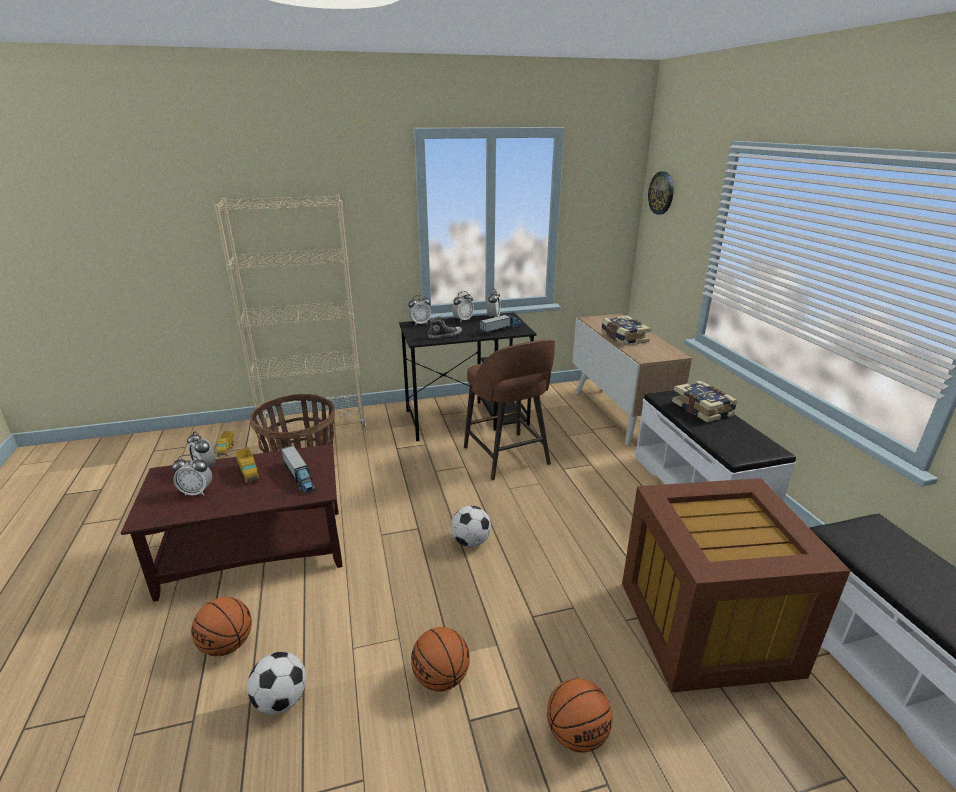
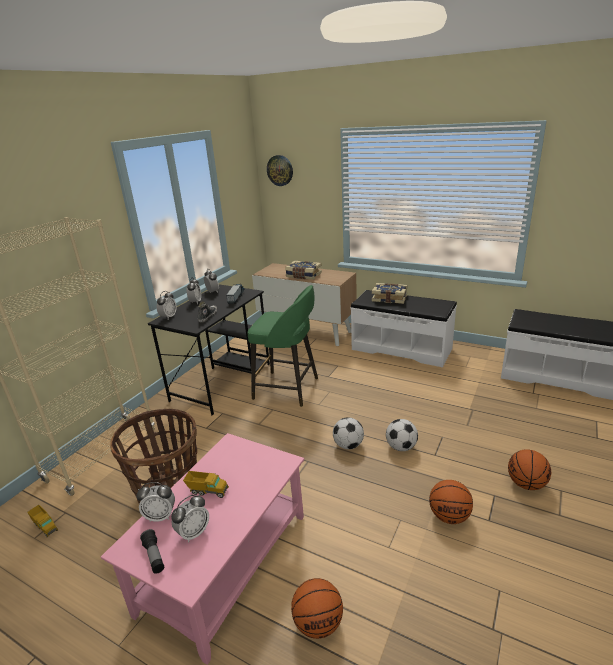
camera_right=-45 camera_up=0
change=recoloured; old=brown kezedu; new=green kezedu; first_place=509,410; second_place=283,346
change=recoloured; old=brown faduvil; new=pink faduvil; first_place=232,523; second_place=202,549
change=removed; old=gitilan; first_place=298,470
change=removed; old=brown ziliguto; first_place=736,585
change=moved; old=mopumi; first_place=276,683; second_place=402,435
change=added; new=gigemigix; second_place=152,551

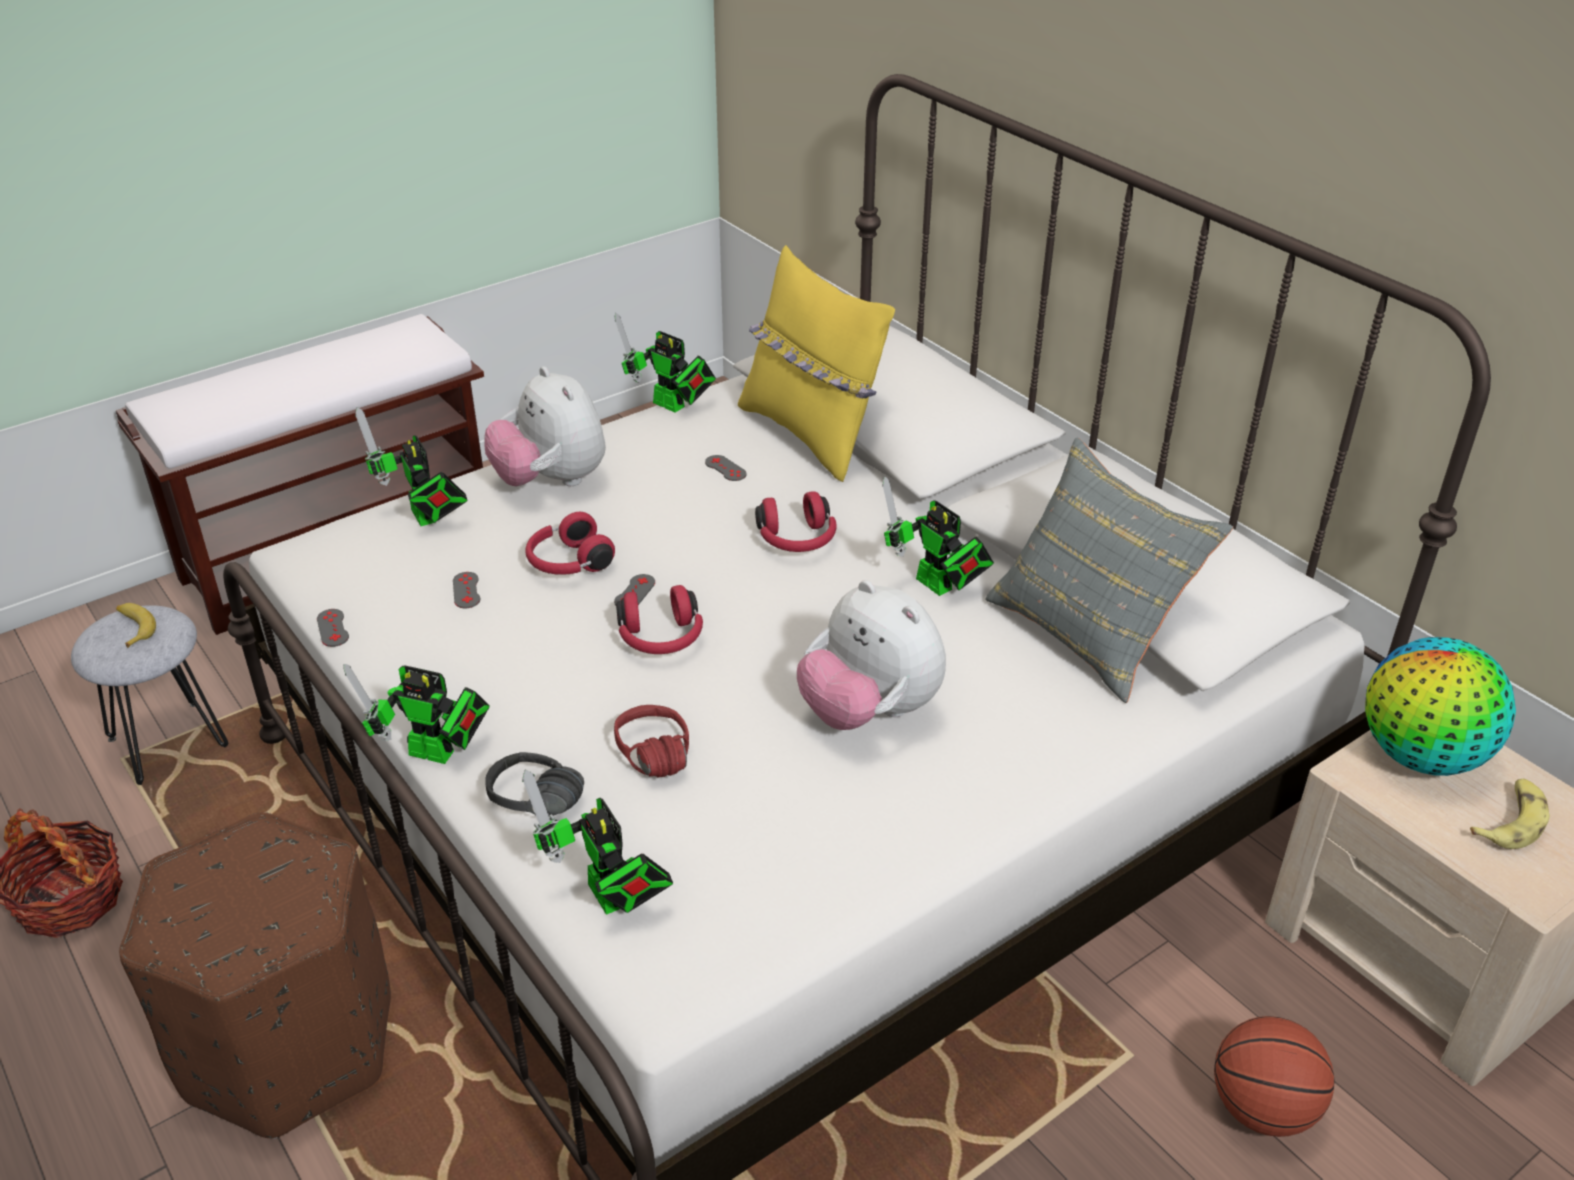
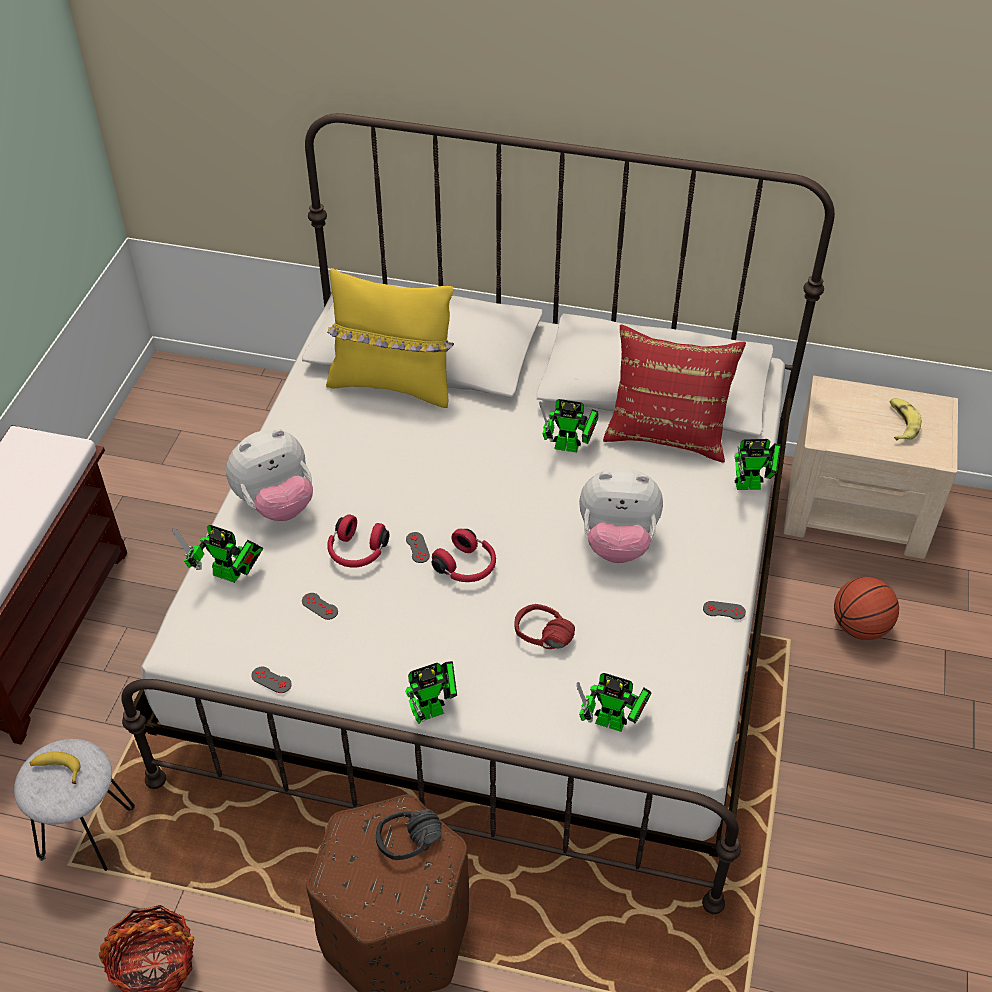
camera_right=-40 camera_up=10
change=moved; old=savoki; first_place=665,362; second_place=757,464
change=turned; old=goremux; first_place=545,426; second_place=269,475; degrees=-45
change=recoloured; old=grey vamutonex; new=red vamutonex; first_place=1109,570; second_place=674,393
change=moved; old=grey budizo; first_place=726,468; second_place=724,610
change=removed; old=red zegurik; first_place=796,521
change=removed; old=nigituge; first_place=1440,706
change=moved; old=black zegurik; first_place=534,784; second_place=409,835

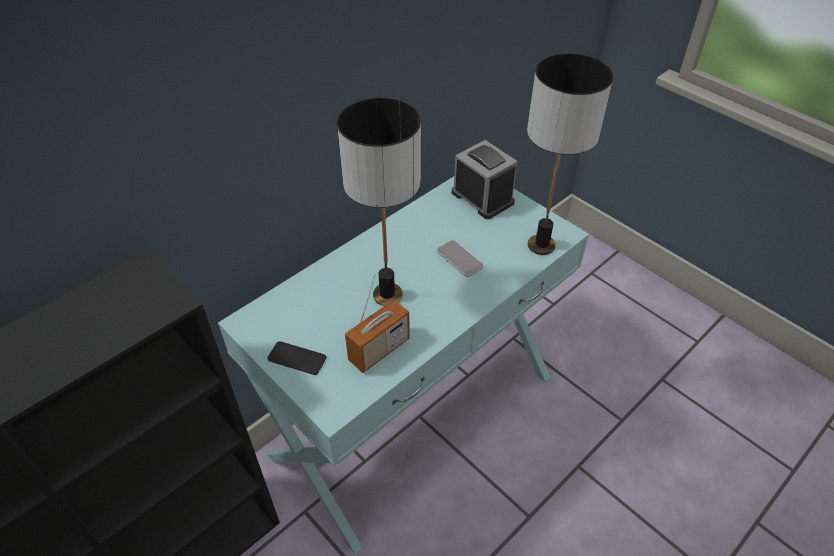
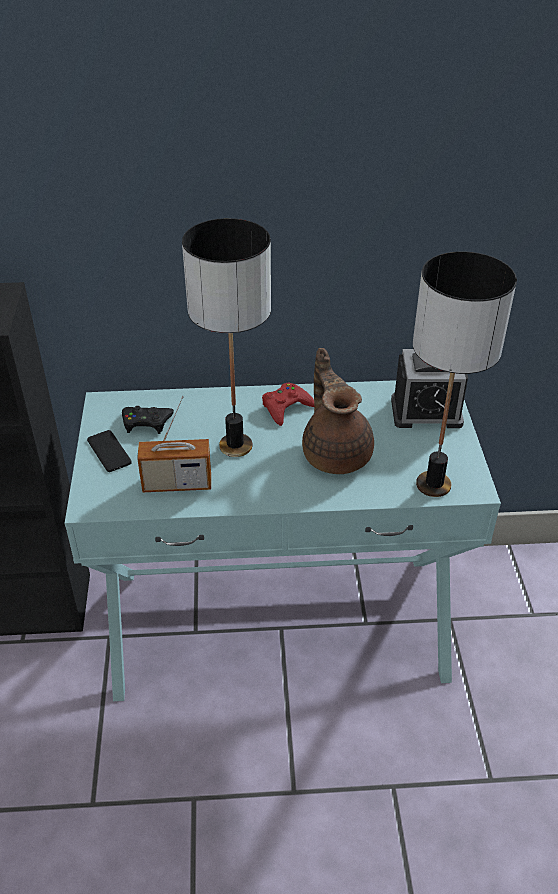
camera_right=40 camera_up=-5
change=turned; old=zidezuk; first_place=485,179; second_place=429,388; degrees=90
change=replaced; old=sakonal; new=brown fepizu; first_place=460,258; second_place=338,411
change=added; new=red budizo; second_place=288,404
change=added; new=black budizo; second_place=148,420

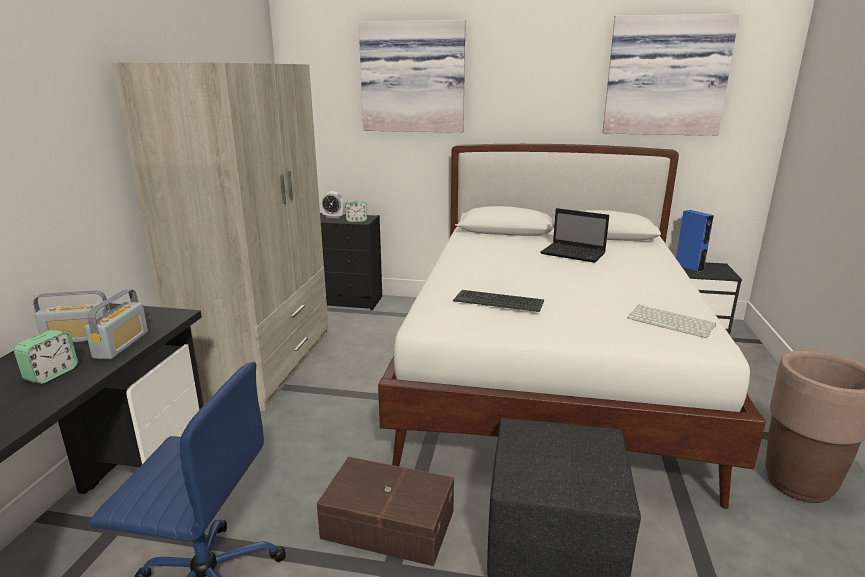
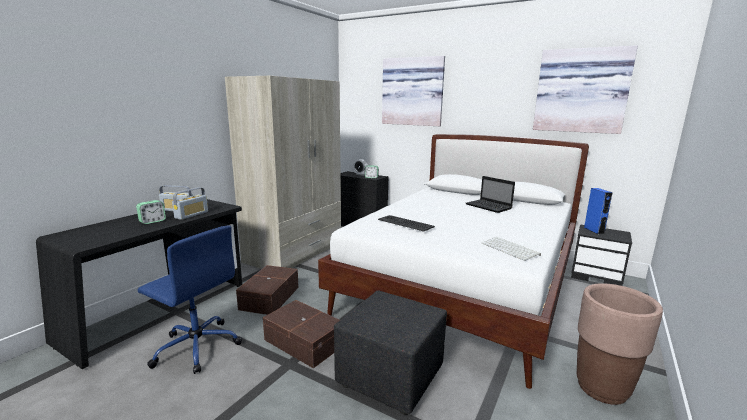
camera_right=20 camera_up=-5
change=added; new=brown ziliguto; second_place=267,290

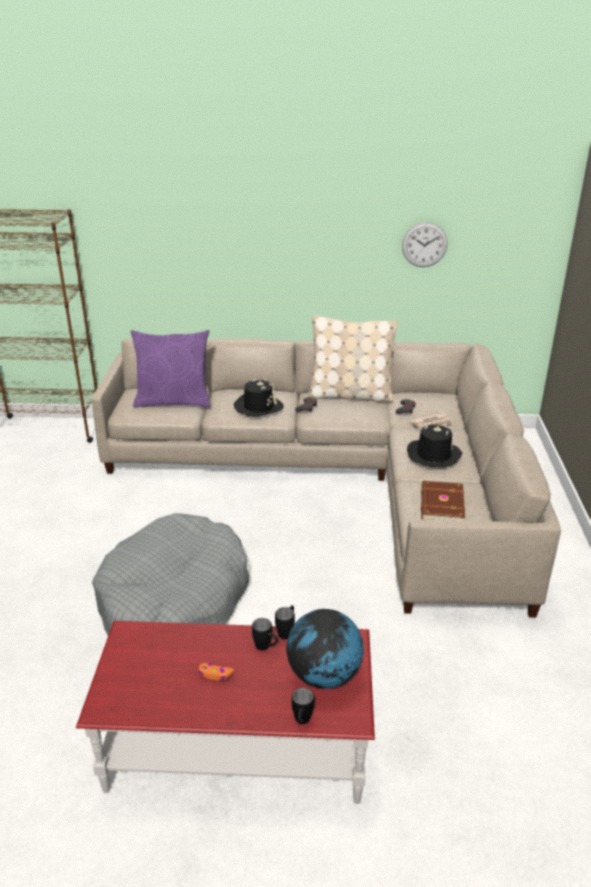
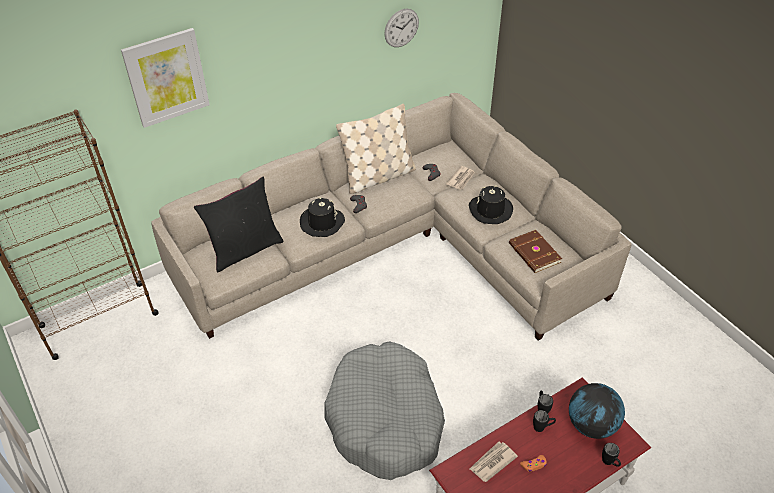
camera_right=-35 camera_up=15
change=recoloured; old=purple vamutonex; new=black vamutonex; first_place=170,369; second_place=239,224
change=added; new=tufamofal; second_place=165,78
change=added; new=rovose; second_place=494,462

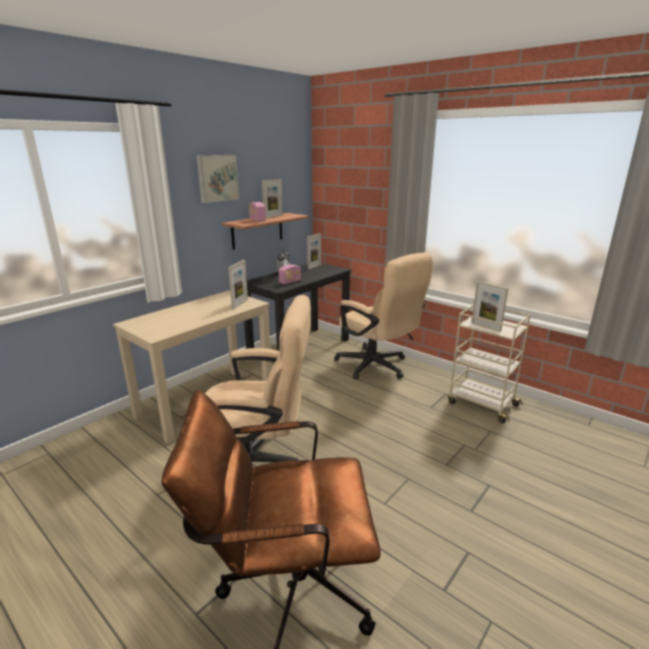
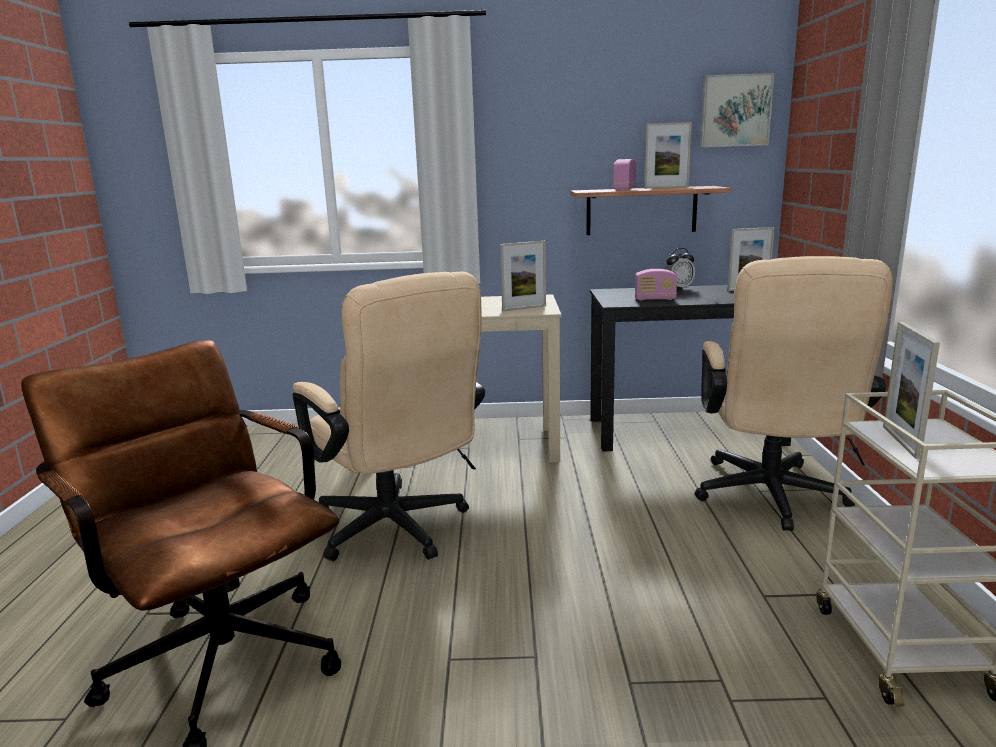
camera_right=50 camera_up=-5
change=moved; old=tufamofal; first_place=217,179; second_place=736,110

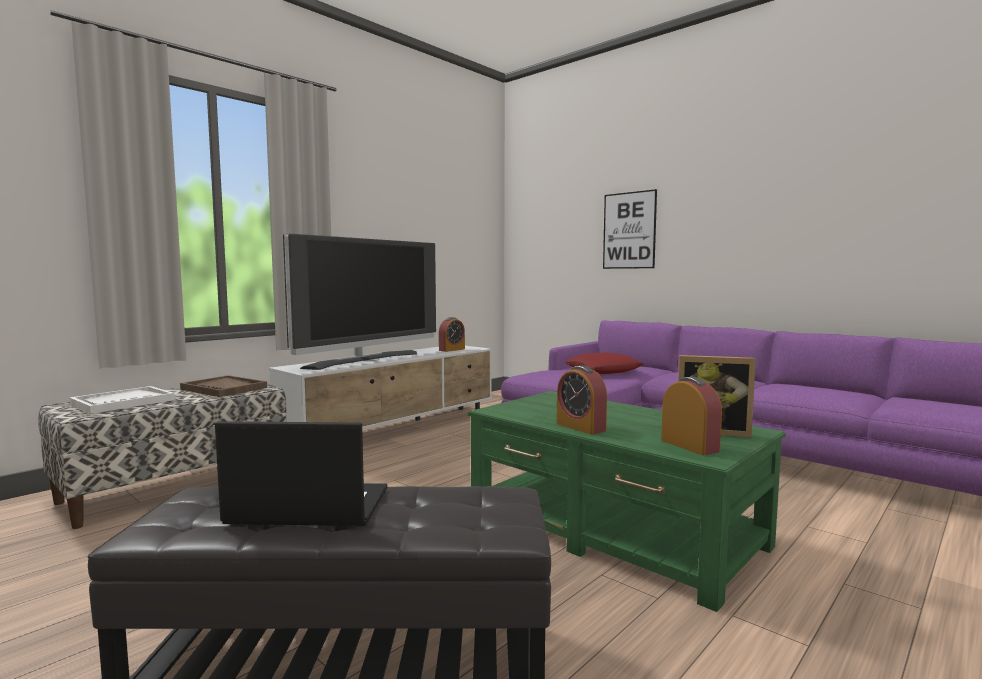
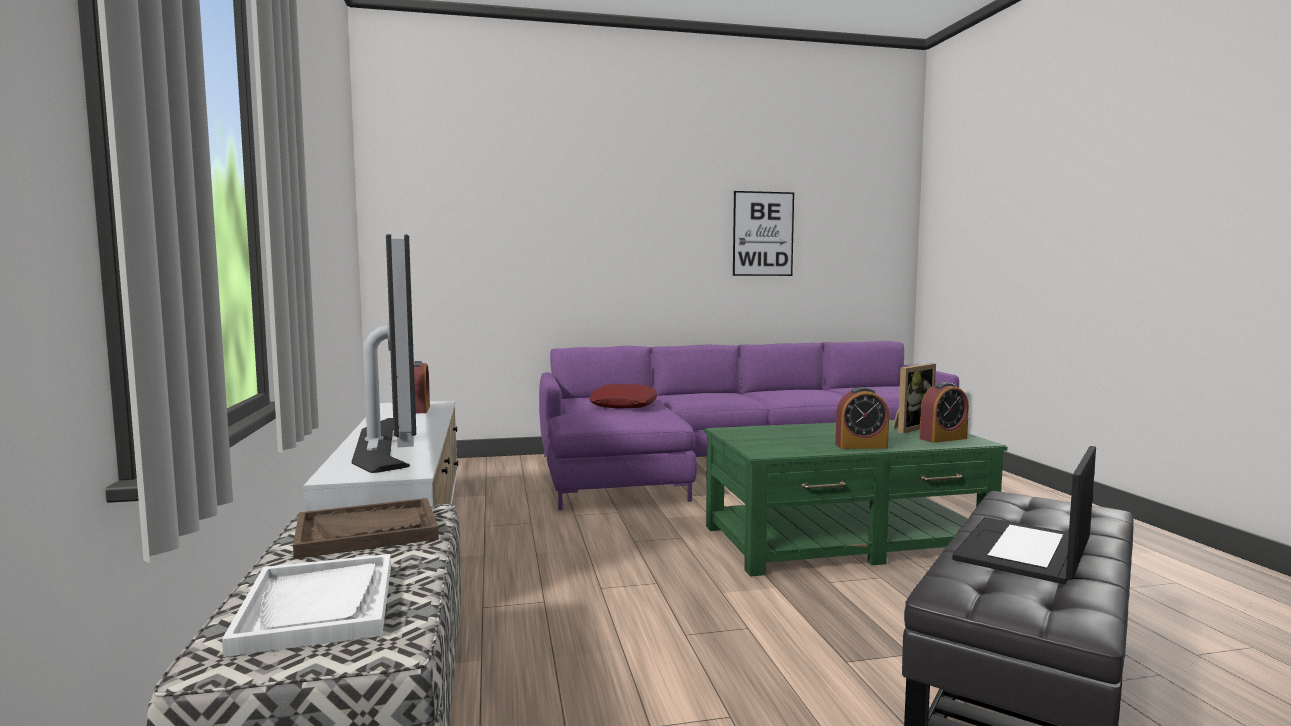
camera_right=-55 camera_up=0
change=moved; old=tufamofal; first_place=630,229; second_place=763,233
change=turned; old=zidezuk; first_place=691,416; second_place=944,412; degrees=150

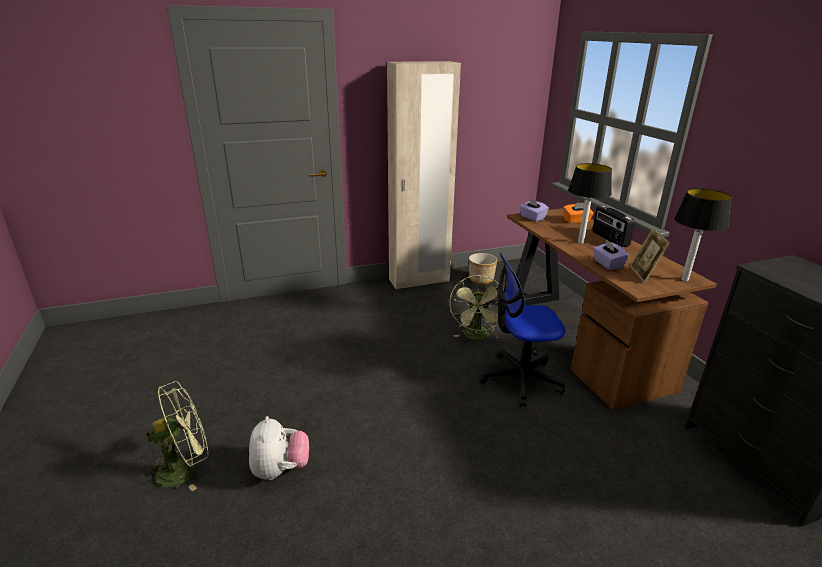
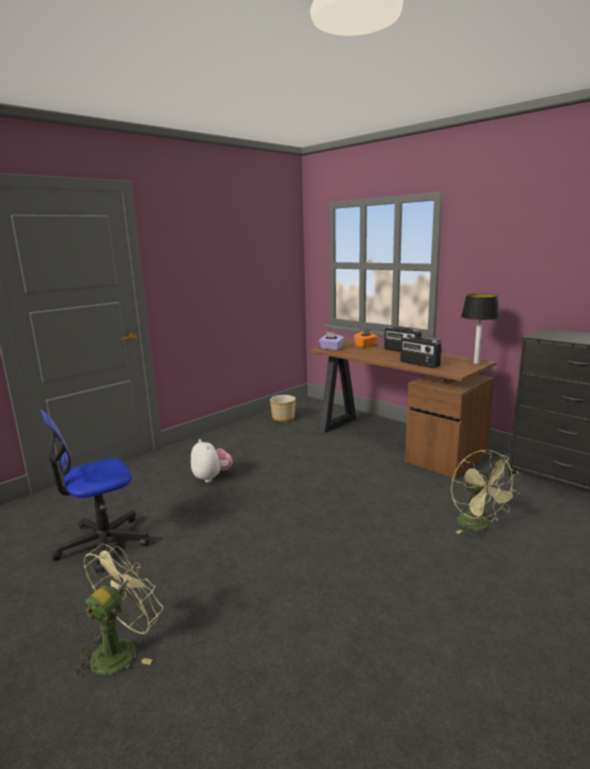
camera_right=-25 camera_up=-10
change=removed; old=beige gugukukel; first_place=424,175
change=removed; old=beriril; first_place=590,203
change=removed; old=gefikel; first_place=650,255
change=replaced; old=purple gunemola; new=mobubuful; first_place=611,255; second_place=420,352
change=moved; old=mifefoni; first_place=522,330; second_place=94,491
change=moved; old=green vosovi; first_place=476,307; second_place=485,492
change=moved; old=goremux; first_place=279,448; second_place=212,461

